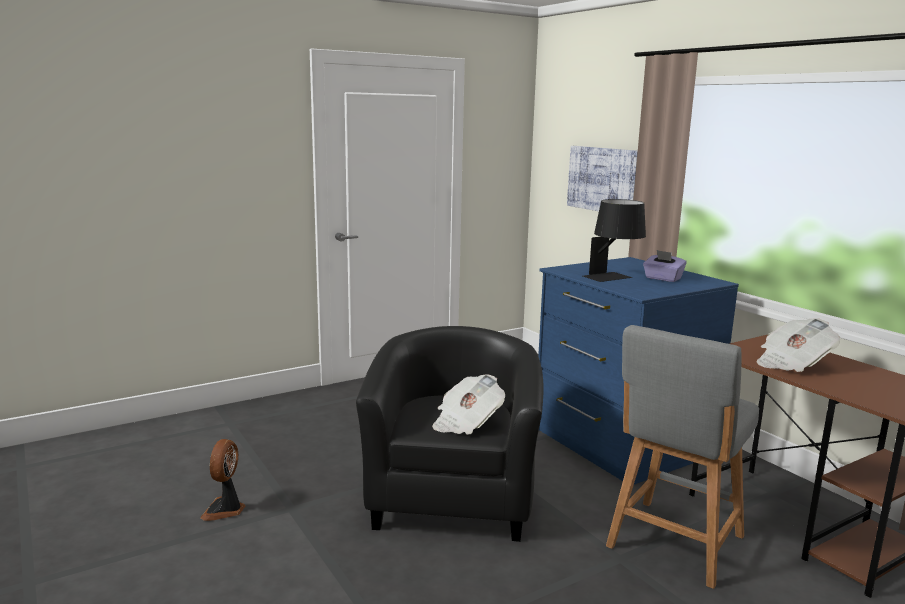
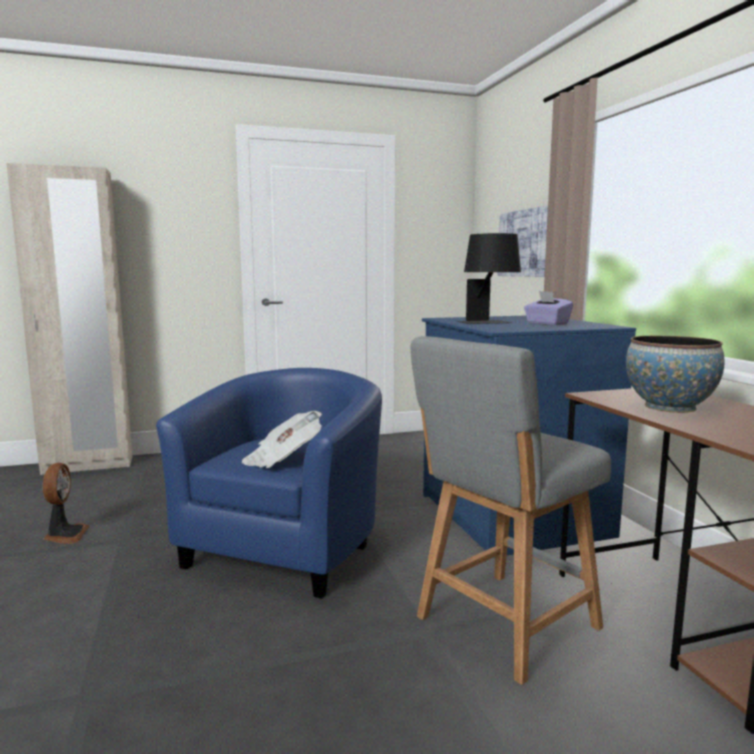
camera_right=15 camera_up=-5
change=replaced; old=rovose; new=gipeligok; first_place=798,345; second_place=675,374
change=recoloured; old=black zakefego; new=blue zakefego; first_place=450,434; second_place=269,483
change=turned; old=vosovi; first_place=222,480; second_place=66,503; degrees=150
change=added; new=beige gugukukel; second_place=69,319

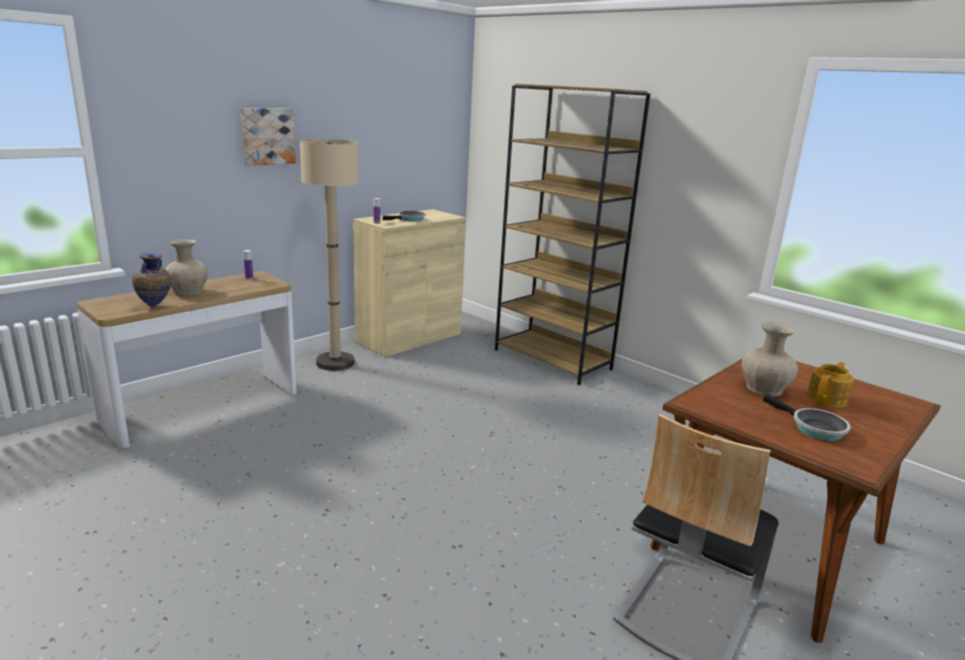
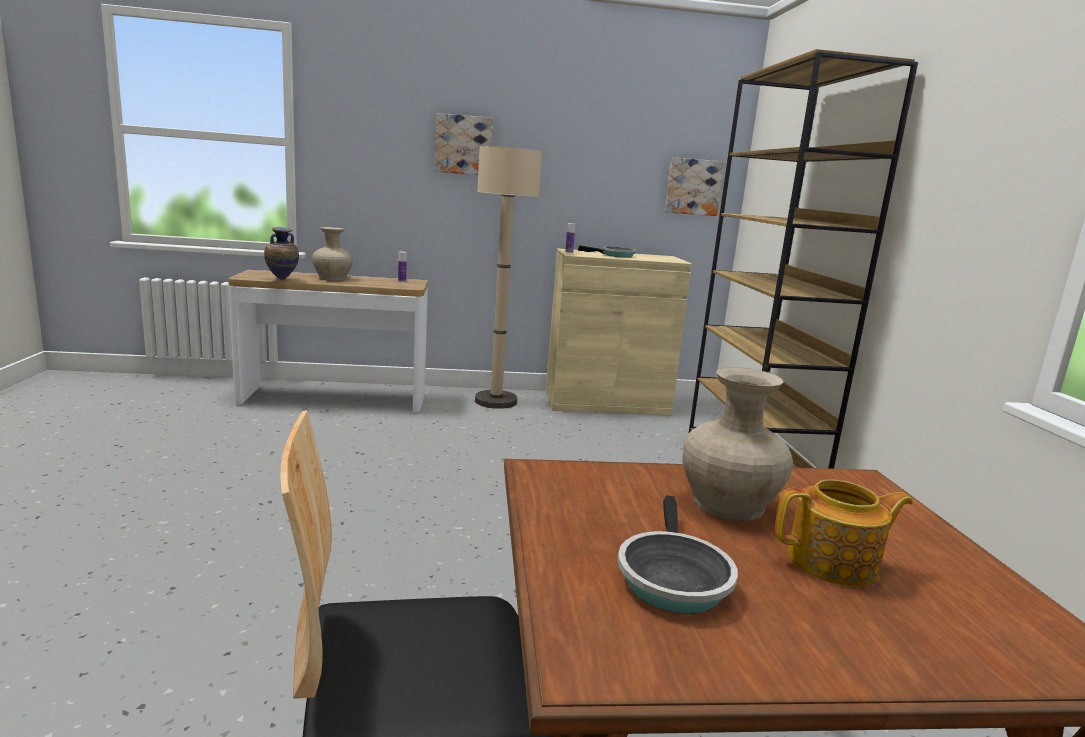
camera_right=40 camera_up=-5
change=added; new=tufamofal; second_place=694,186

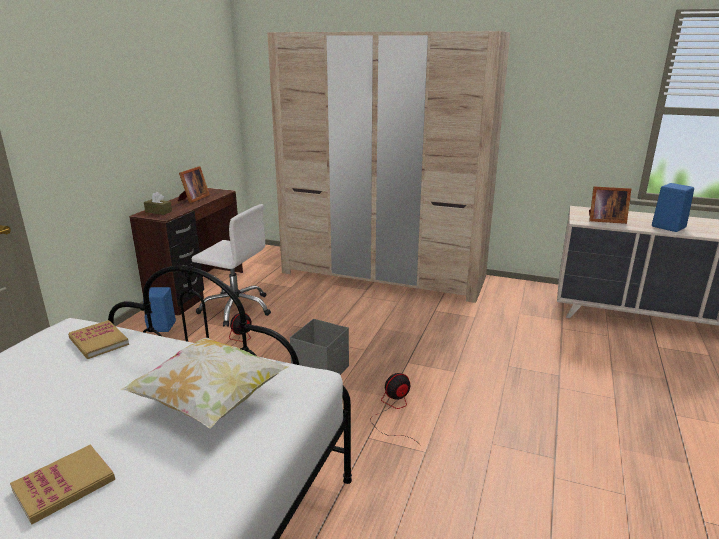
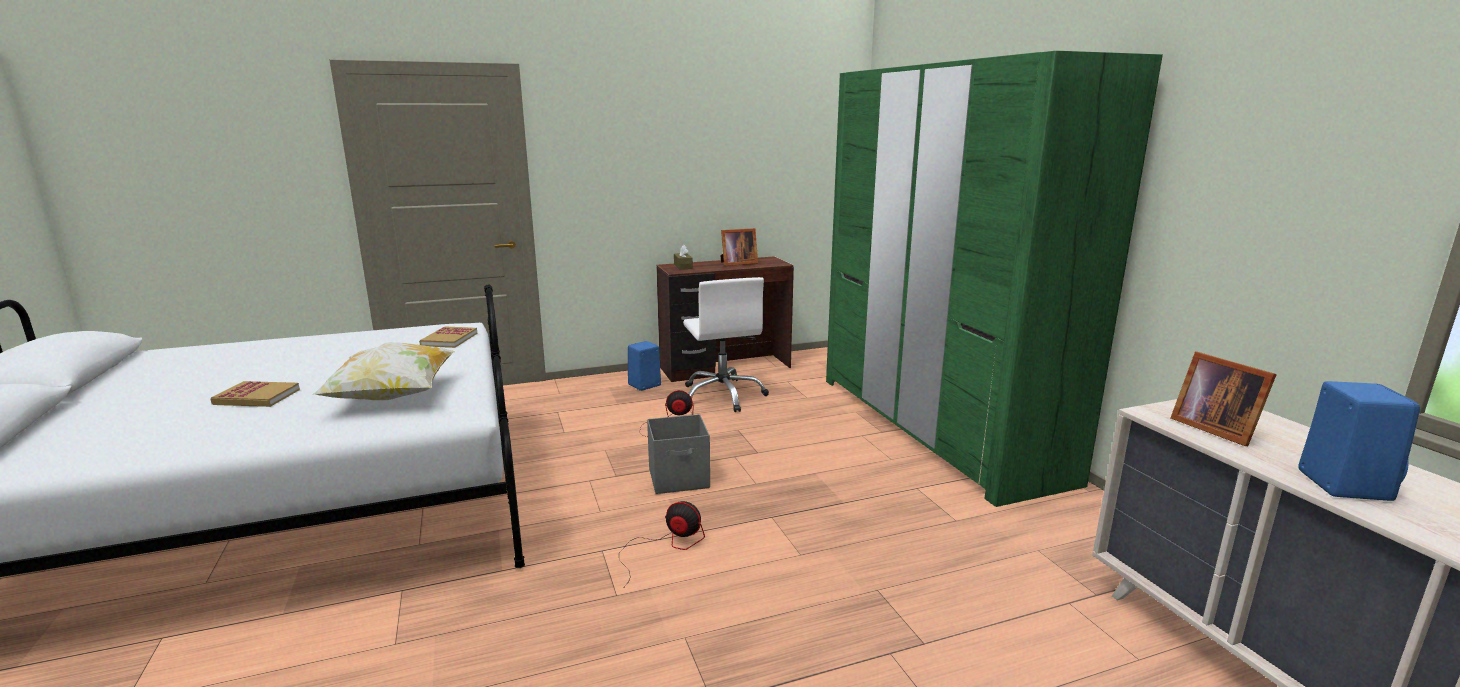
camera_right=50 camera_up=-5
change=recoloured; old=beige gugukukel; new=green gugukukel; first_place=388,167; second_place=994,279

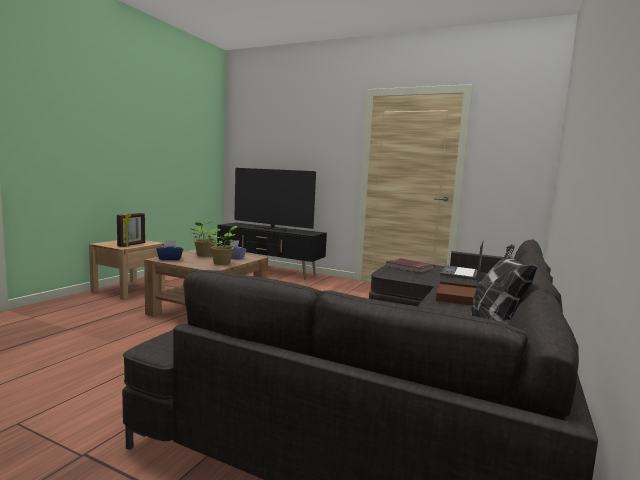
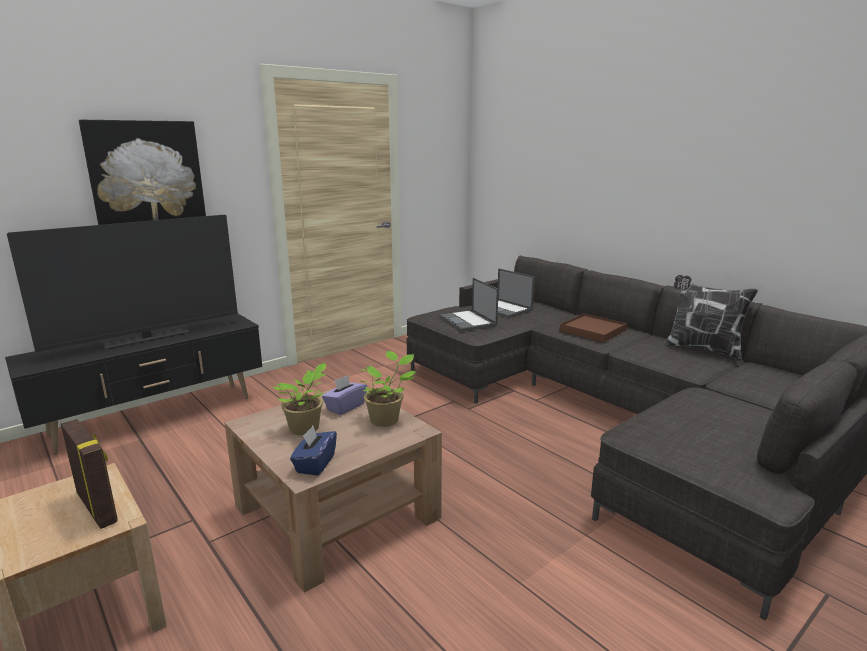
camera_right=-65 camera_up=10
change=replaced; old=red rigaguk; new=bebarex; first_place=410,265; second_place=469,304
change=added; new=tufamofal; second_place=142,172

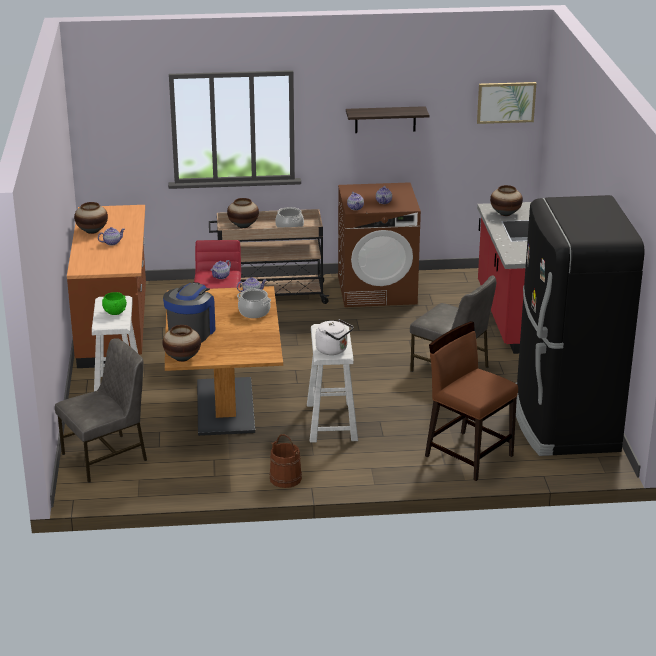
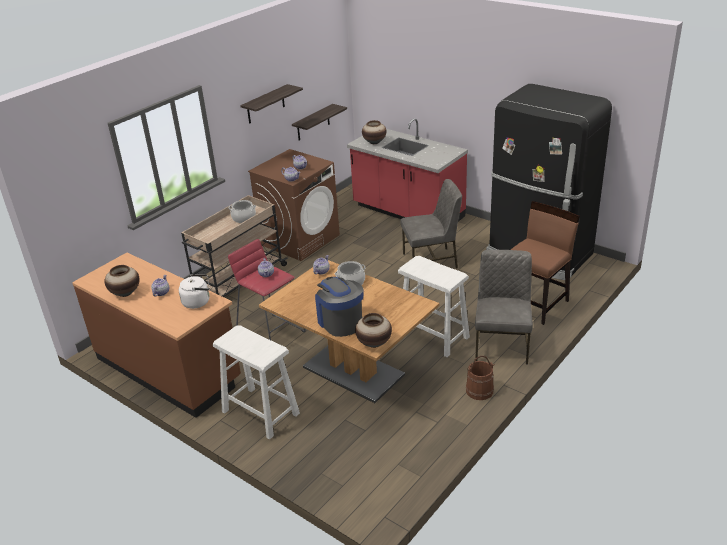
camera_right=-45 camera_up=5
change=removed; old=tufamofal; first_place=506,103
change=removed; old=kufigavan; first_place=243,213
change=removed; old=green gipeligok; first_place=114,303
change=moved; old=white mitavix; first_place=334,337; second_place=194,291
change=turned; old=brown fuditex; first_place=471,401; second_place=545,263; degrees=135
change=moved; old=grey fuditex; first_place=101,410; second_place=504,307
change=added; new=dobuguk; second_place=319,122

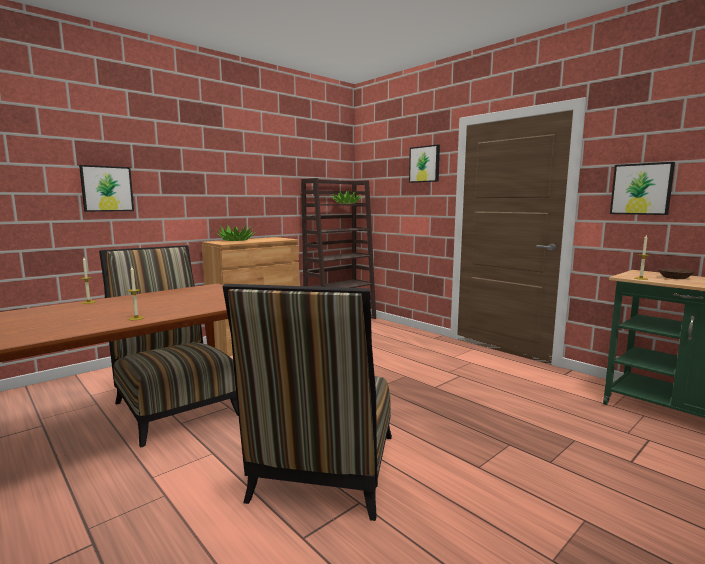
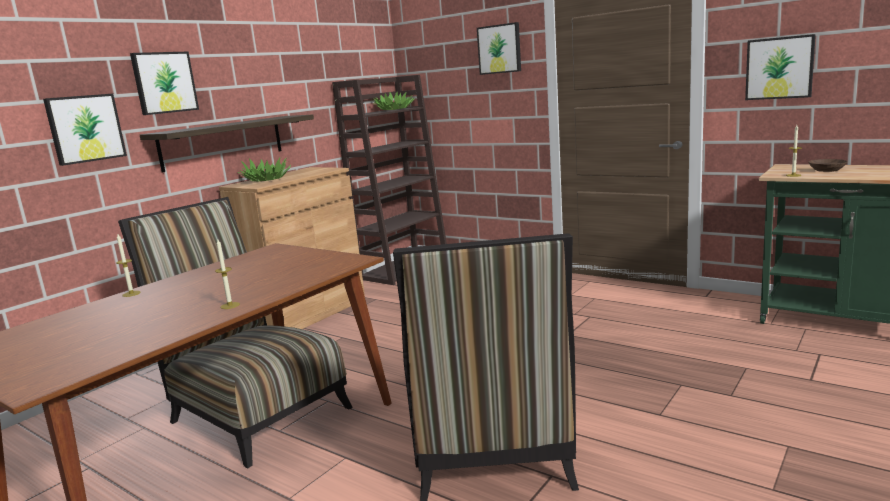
camera_right=-10 camera_up=5
change=added; new=tufamofal; second_place=164,83
change=added; new=dobuguk; second_place=227,144

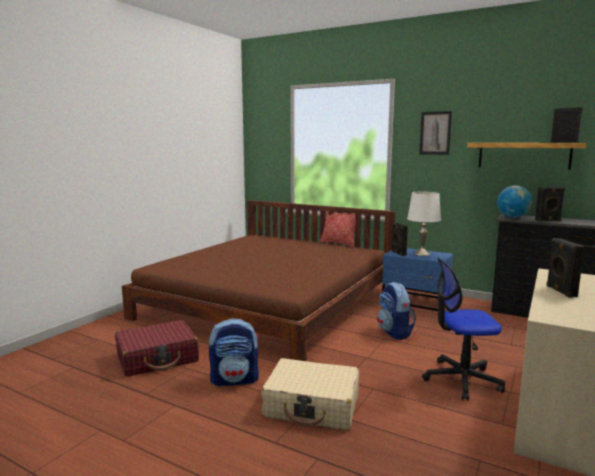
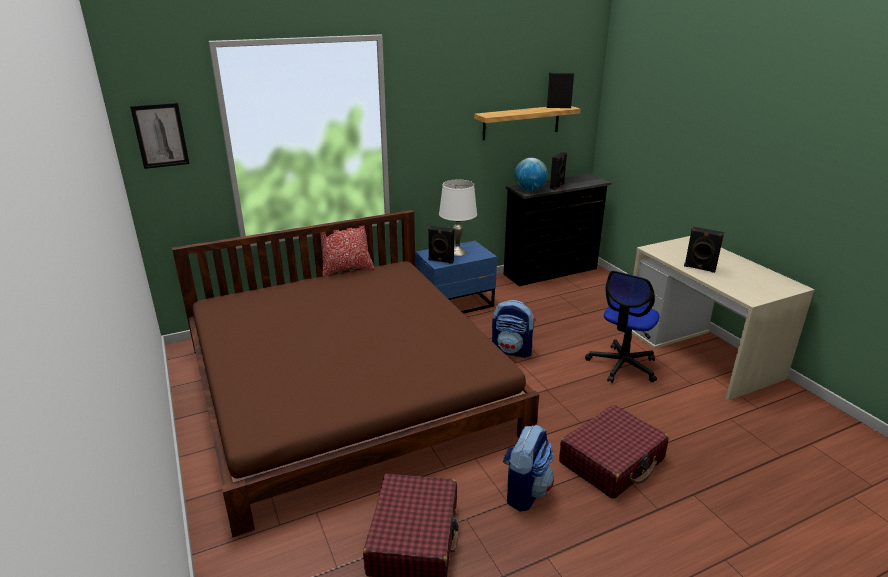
camera_right=-55 camera_up=15
change=moved; old=tufamofal; first_place=435,133; second_place=159,136
change=recoloured; old=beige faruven; new=red faruven; first_place=310,394; second_place=614,452

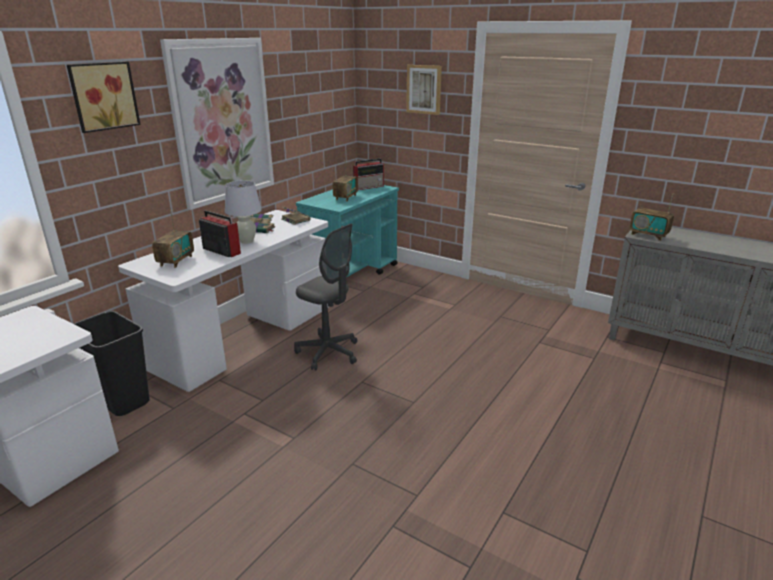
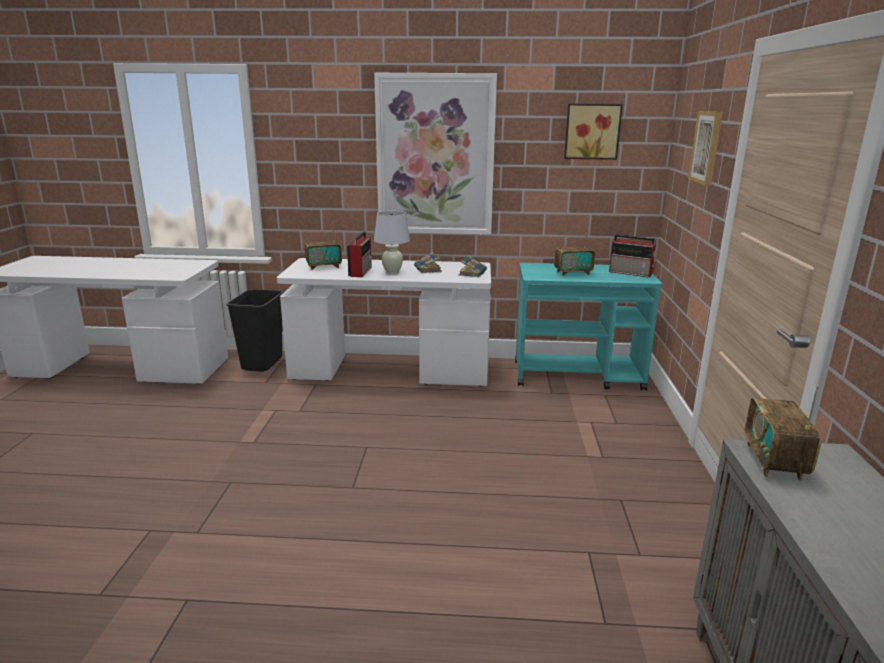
camera_right=60 camera_up=-5
change=moved; old=tufamofal; first_place=104,97; second_place=593,132
change=removed; old=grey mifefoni; first_place=325,297

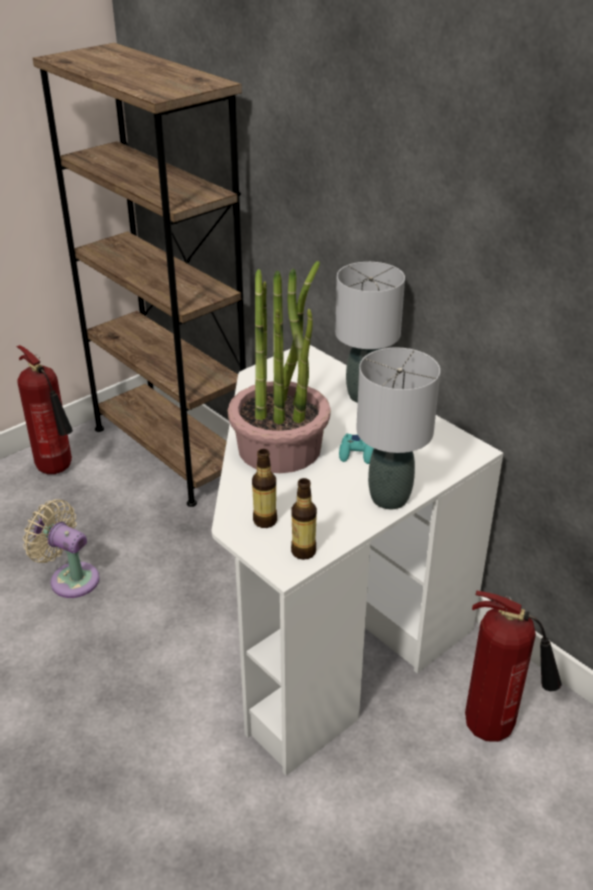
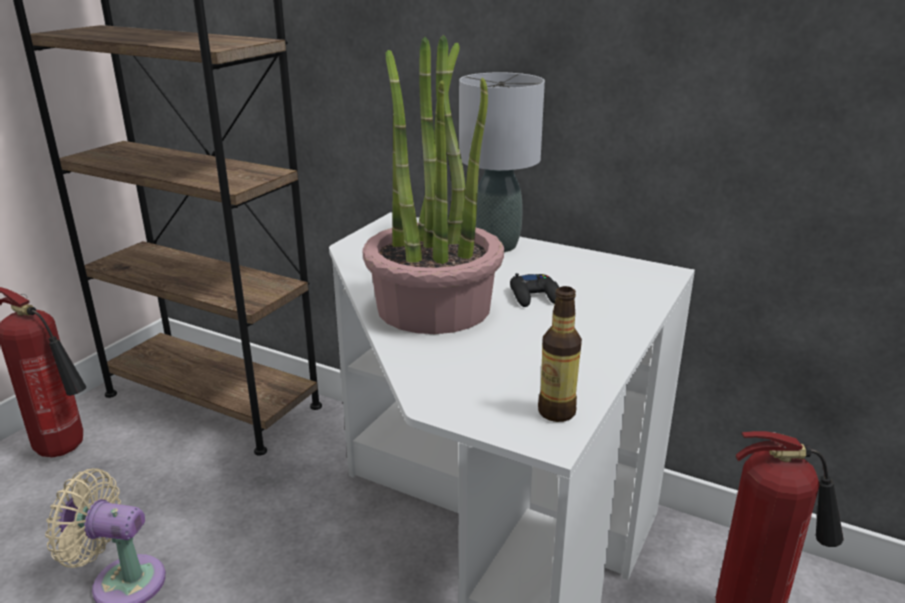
camera_right=-20 camera_up=-10
change=removed; old=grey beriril; first_place=398,428
change=recoloured; old=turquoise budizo; new=black budizo; first_place=356,449; second_place=534,290
change=removed; old=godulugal; first_place=264,488

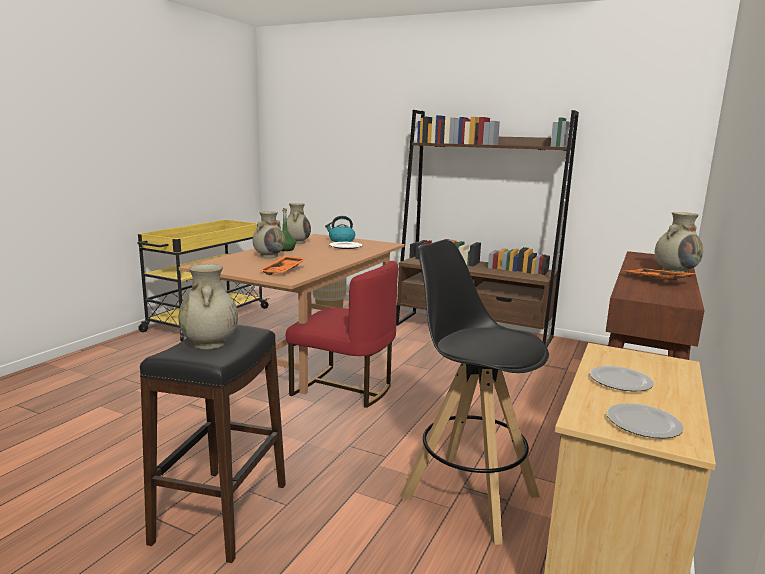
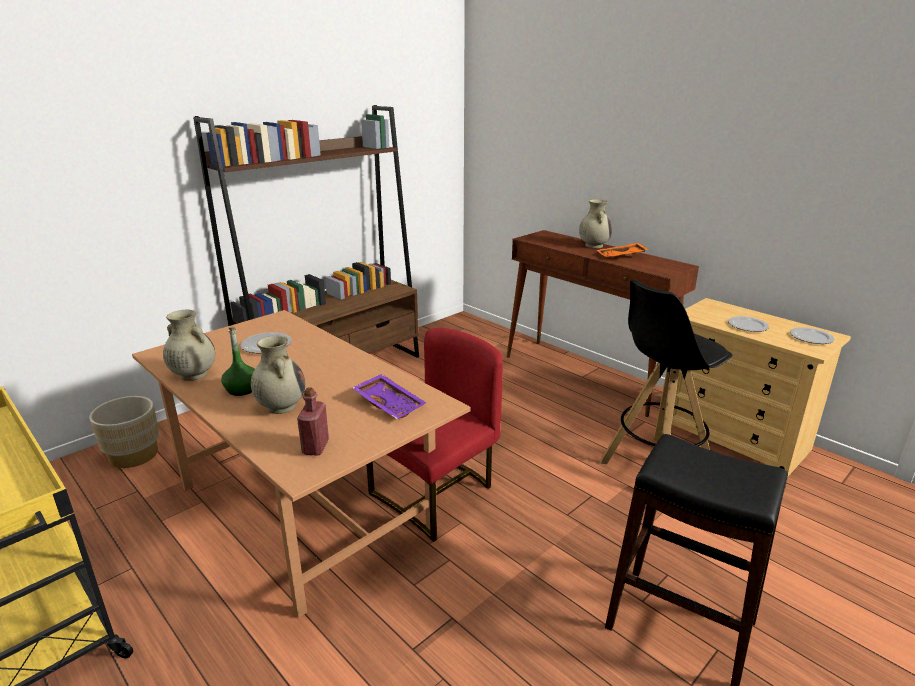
camera_right=-70 camera_up=10
change=removed; old=mitavix; first_place=340,229
change=recoloured; old=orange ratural; new=purple ratural; first_place=283,265; second_place=390,396
change=removed; old=beige kufigavan; first_place=208,306
change=added; new=red godulugal; second_place=313,421

